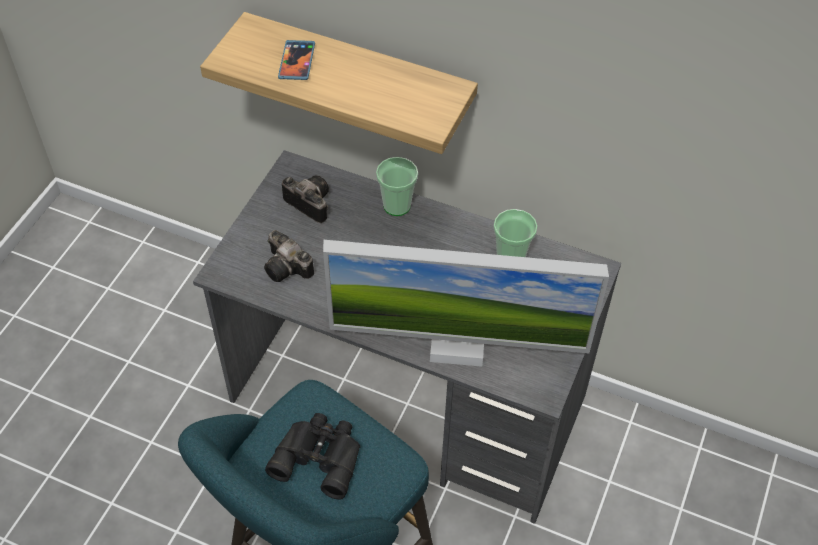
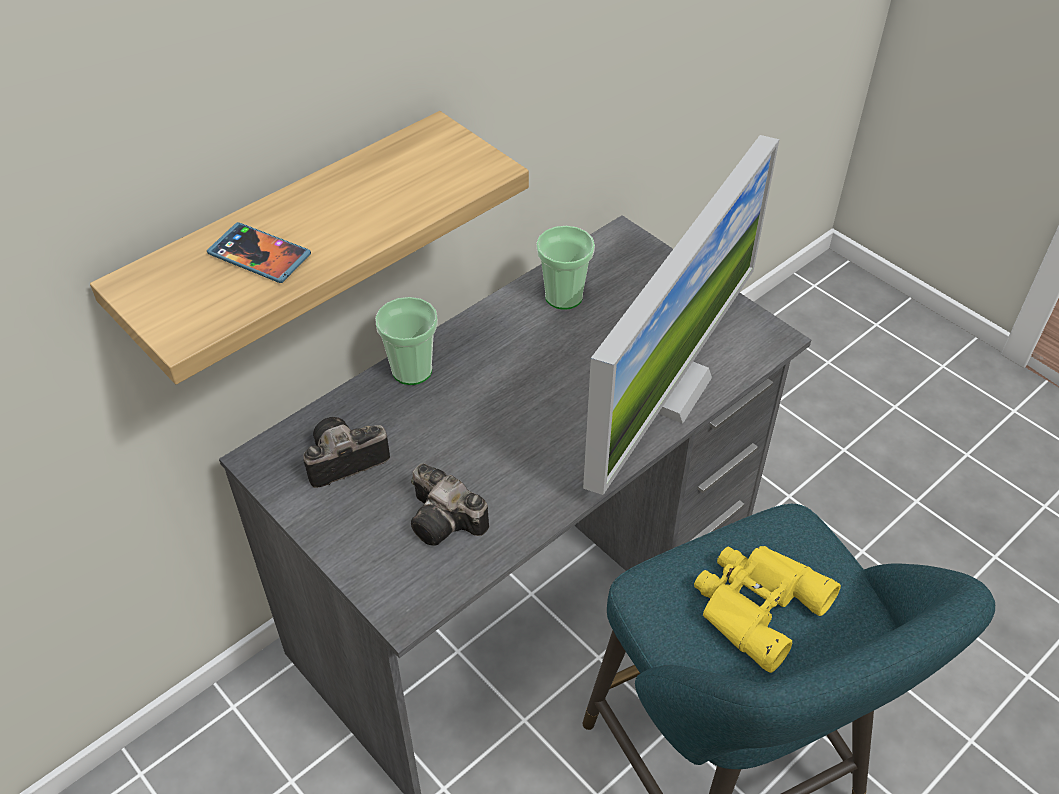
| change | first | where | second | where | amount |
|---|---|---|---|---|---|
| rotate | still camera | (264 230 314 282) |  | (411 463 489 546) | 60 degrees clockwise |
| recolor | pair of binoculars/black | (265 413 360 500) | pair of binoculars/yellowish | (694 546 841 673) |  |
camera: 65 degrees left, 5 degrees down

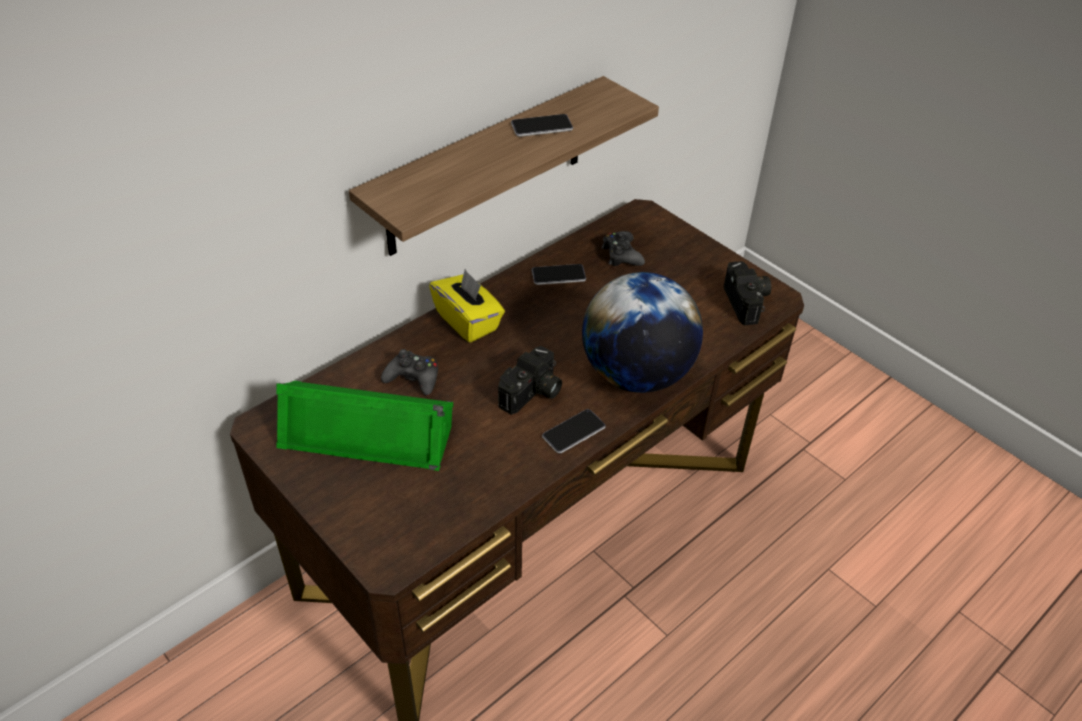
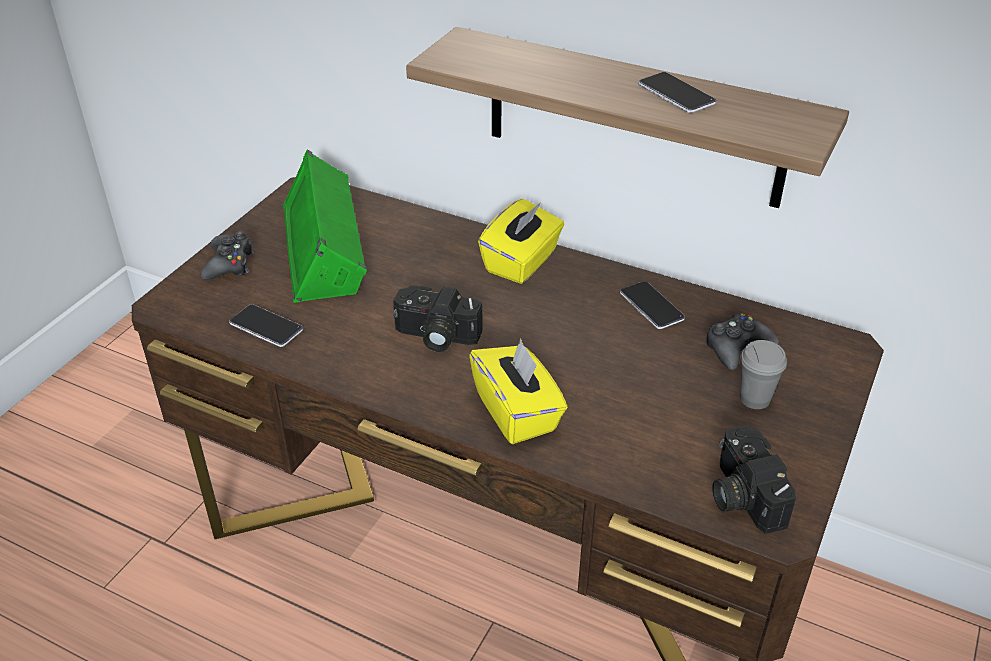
| change | first | where | second | where | amount |
|---|---|---|---|---|---|
| move | joypad/black | (381 349 438 395) |  | (201 231 255 280) |  |
| move | telephone | (542 409 606 454) |  | (229 304 303 347) |  |
| replace | globe | (582 272 703 393) | tissue box/yellowish | (469 338 567 444) |  |
| rotate | still camera | (724 261 771 325) |  | (712 425 796 534) | 105 degrees clockwise |
| insert |  |  | drinking cup/grey | (740 340 787 409) |  |
camera: 70 degrees right, 5 degrees down

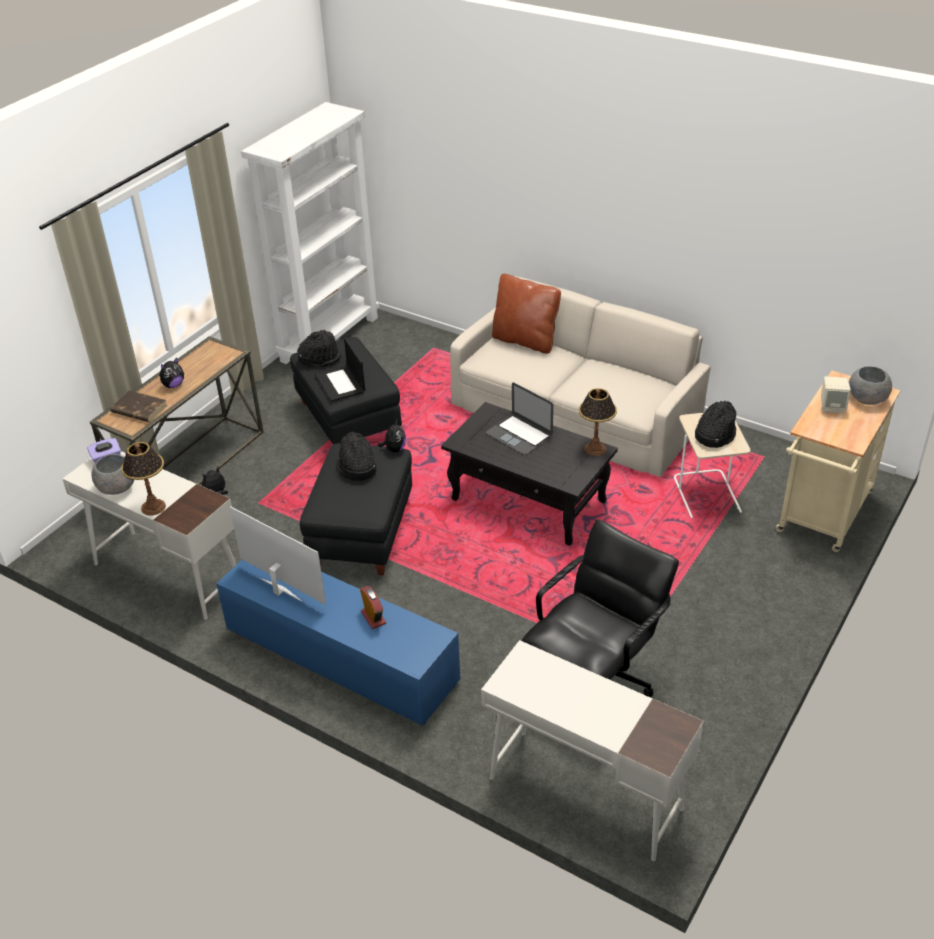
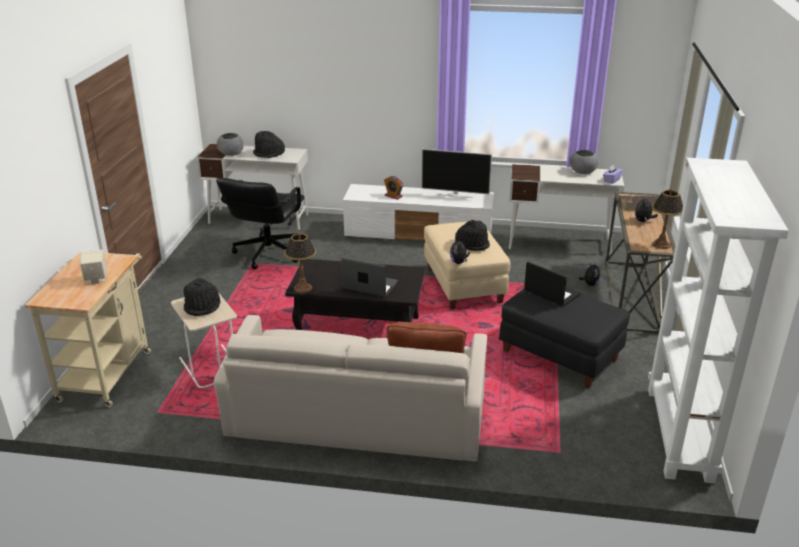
| change | first | where | second | where | amount |
|---|---|---|---|---|---|
| move | bowl/grey | (849 366 892 405) |  | (217 133 244 156) |  |
| move | clothing hat/black | (297 330 341 367) |  | (253 131 285 158) |  |
| recolor | tv unit/blue | (216 560 460 726) | tv unit/whitish | (343 184 494 241) |  |
| recolor | pouffe/black | (300 443 412 575) | pouffe/beige | (424 222 511 309) |  |
| move | lamp for a table | (121 442 166 516) |  | (652 188 683 249) |  |
camera: 155 degrees right, 10 degrees down

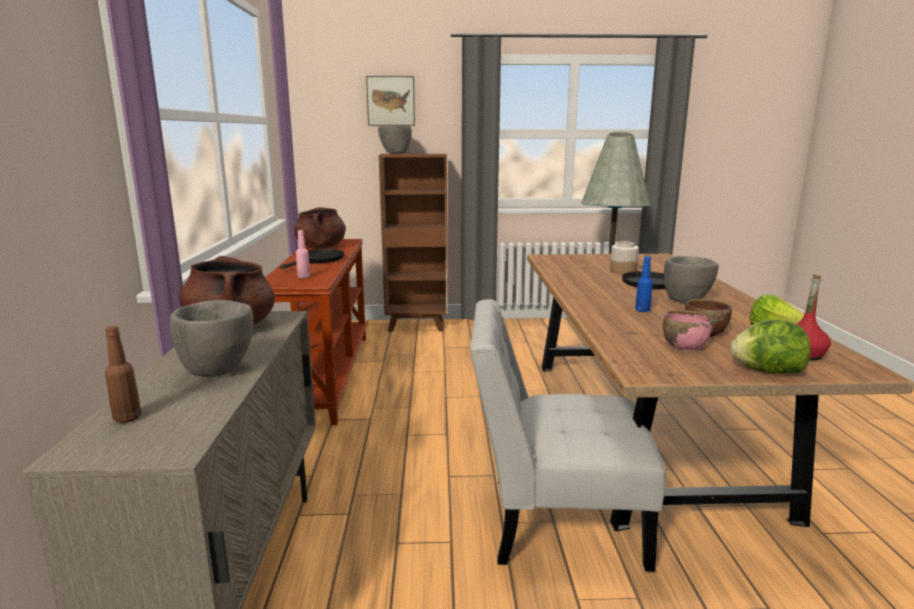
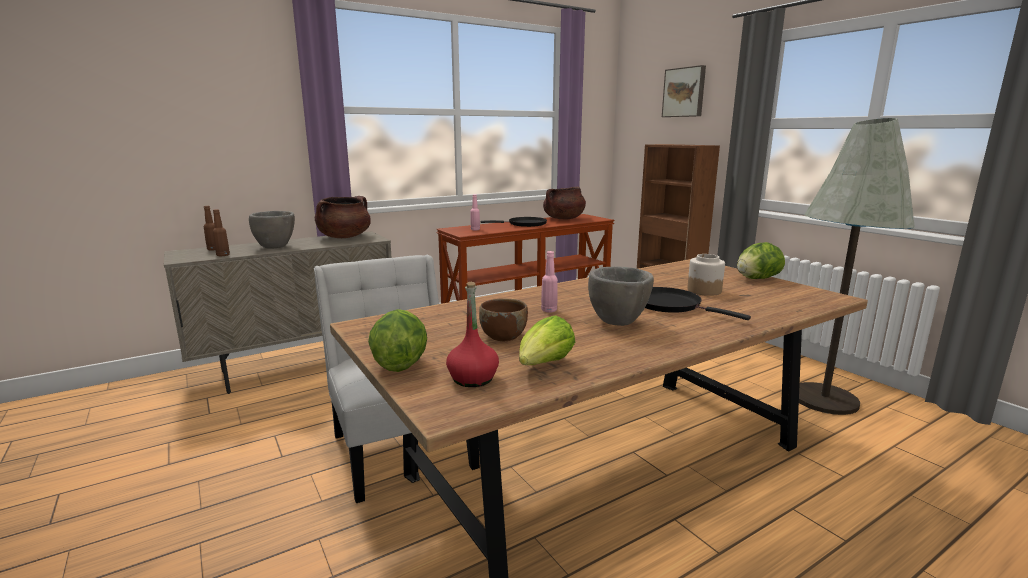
| change | first | where | second | where | amount |
|---|---|---|---|---|---|
| insert |  |  | bottle/brown-coloured | (213 209 230 256) |  |
| recolor | bottle/blue | (635 256 653 312) | bottle/pink | (541 251 558 313) |  |
| insert |  |  | head of lettuce | (737 242 785 279) |  |
| delete | bowl/grey | (378 126 412 154) |  |  |  |
| delete | bowl/pink | (662 310 713 351) |  |  |  |
camera: 60 degrees right, 0 degrees up

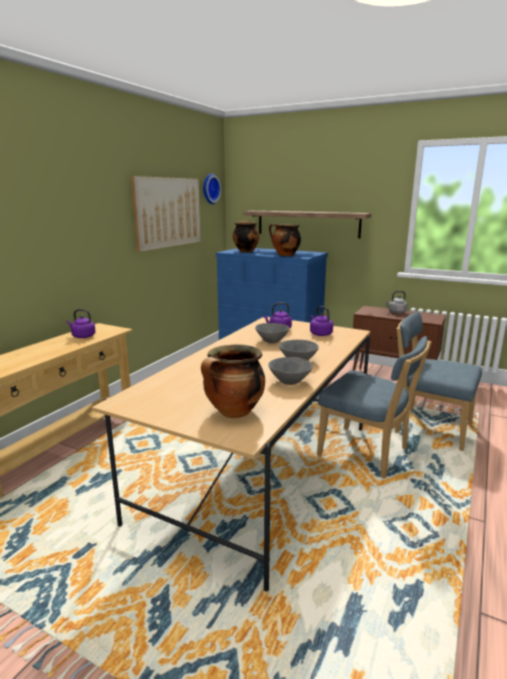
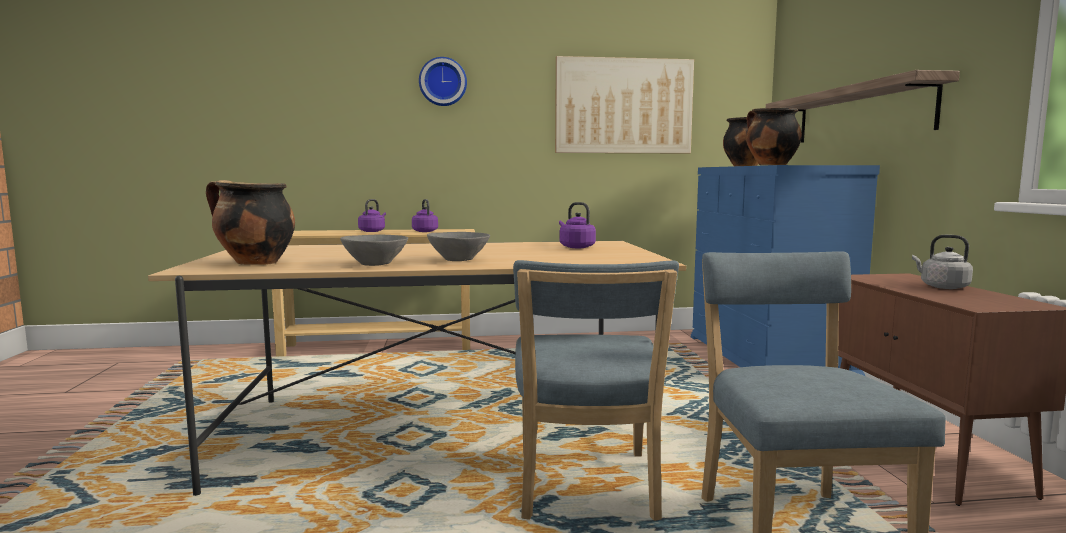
| change | first | where | second | where | amount |
|---|---|---|---|---|---|
| move | kettle/purplish | (310 306 333 336) |  | (358 199 386 232) |  |
| move | wall clock | (203 174 221 204) |  | (419 57 467 106) |  |
| delete | bowl/grey | (255 323 290 343) |  |  |  |
camera: 55 degrees right, 10 degrees down

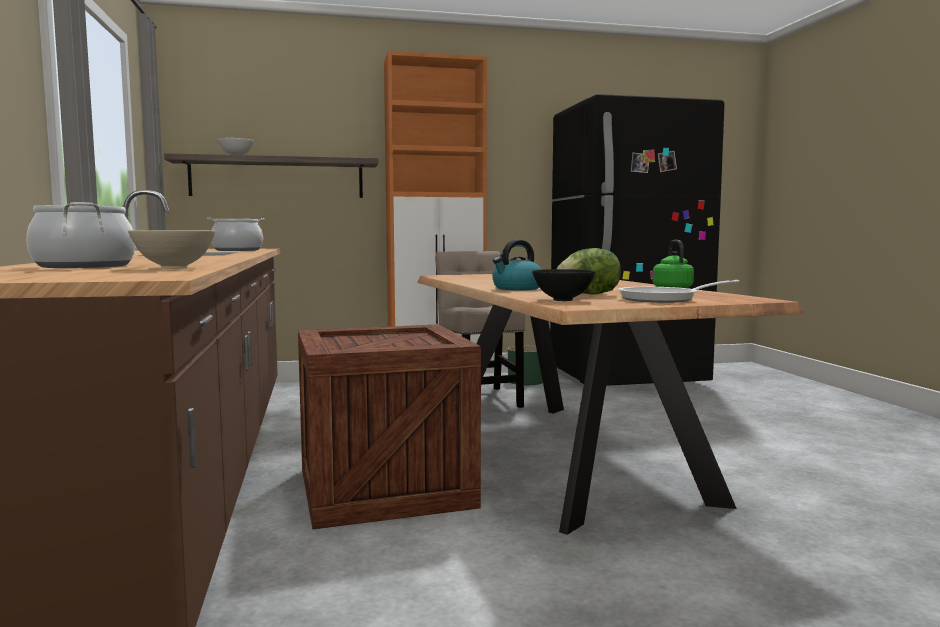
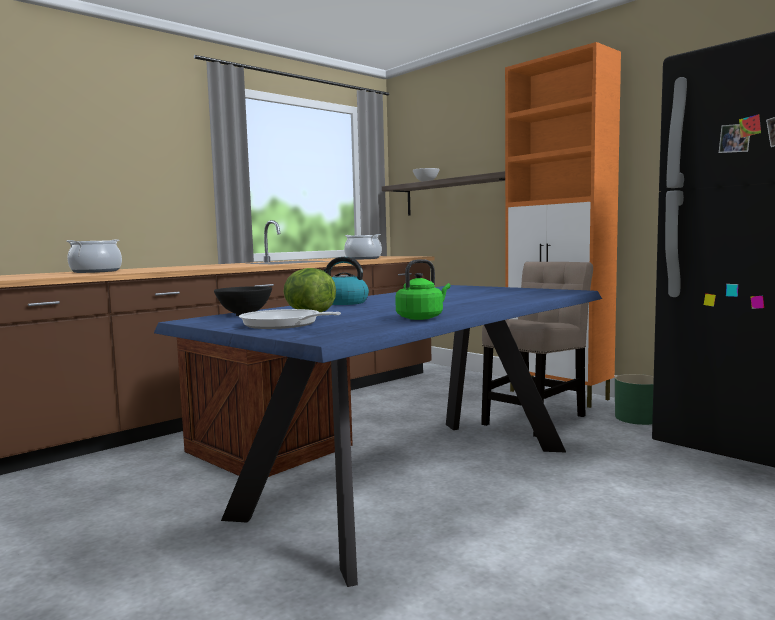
| change | first | where | second | where | amount |
|---|---|---|---|---|---|
| recolor | dining table/brown-coloured | (417 274 805 535) | dining table/blue | (154 285 602 587) |  |
| delete | bowl/beige | (128 230 215 269) |  |  |  |
camera: 60 degrees right, 0 degrees up

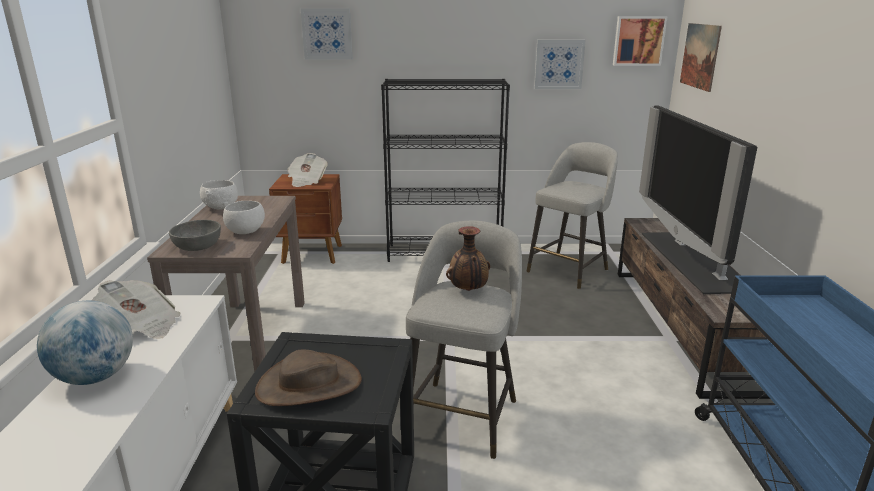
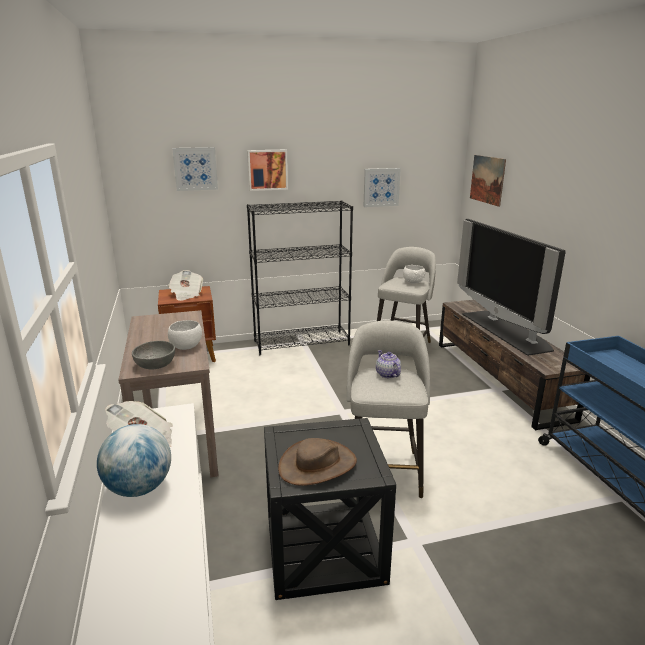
| change | first | where | second | where | amount |
|---|---|---|---|---|---|
| move | picture | (613 16 668 66) |  | (247 150 288 191) |  |
| replace | flower vase | (446 226 490 291) | pot for tea | (376 350 401 378) |  |
| move | bowl/whitish | (200 180 238 210) |  | (403 265 426 284) |  |
camera: 15 degrees left, 0 degrees up

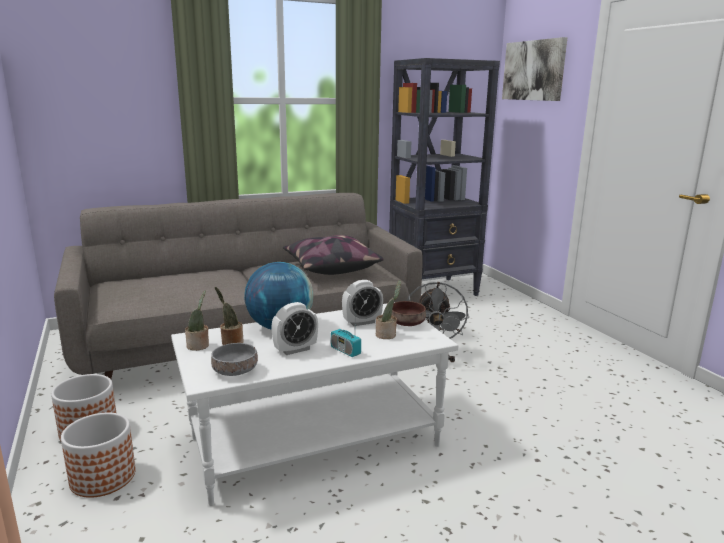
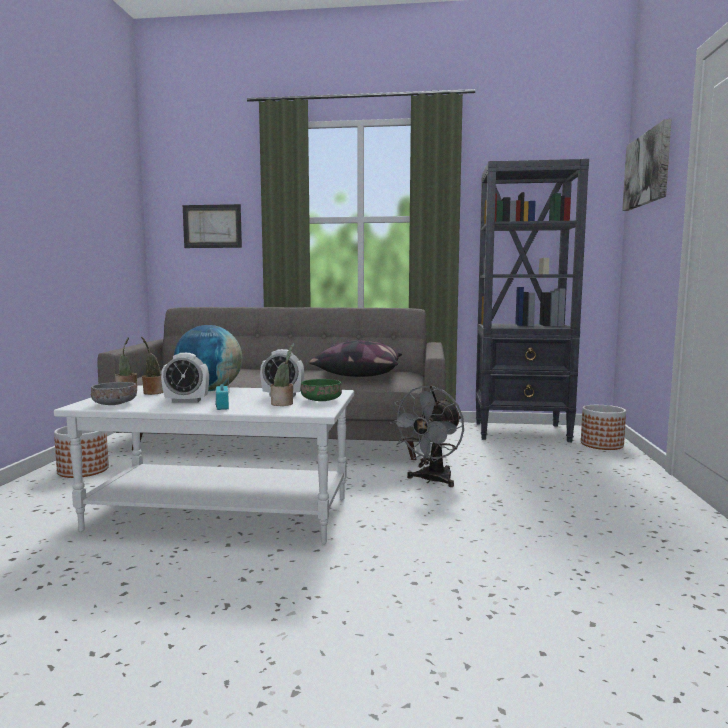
| change | first | where | second | where | amount |
|---|---|---|---|---|---|
| insert |  |  | picture | (183 204 242 248) |  |
| recolor | bowl/brown-coloured | (392 301 426 326) | bowl/greenish | (301 379 342 401) |  |
| move | flower pot | (61 413 136 498) |  | (581 405 626 450) |  |
camera: 30 degrees right, 10 degrees down

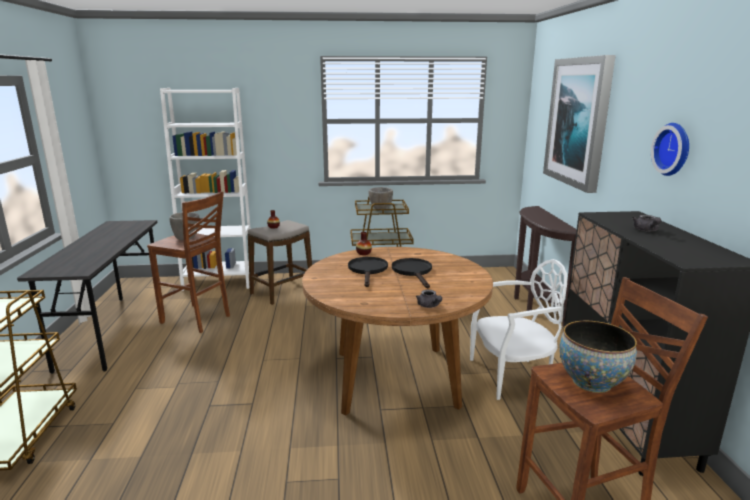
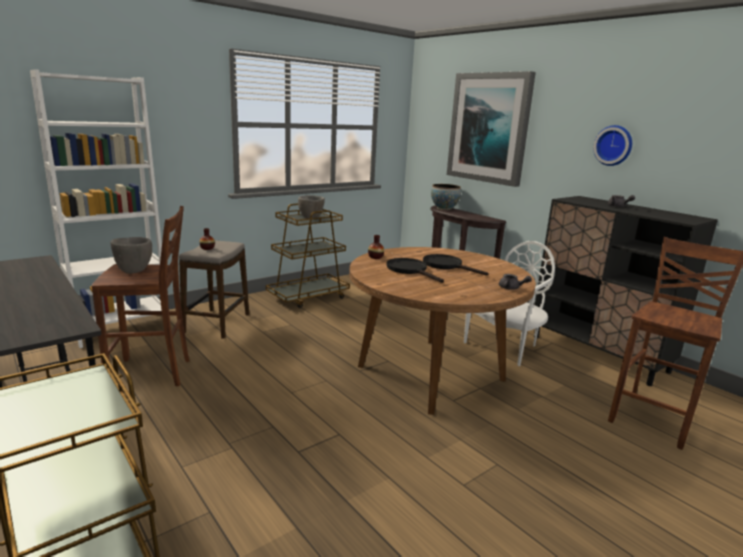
| change | first | where | second | where | amount |
|---|---|---|---|---|---|
| move | bowl | (560 321 637 393) |  | (431 184 461 210) |  |
camera: 35 degrees left, 0 degrees up

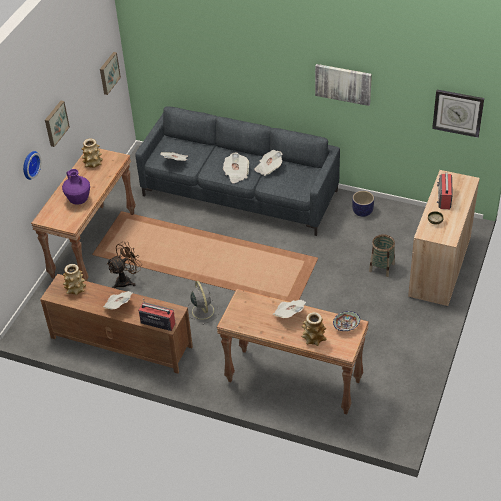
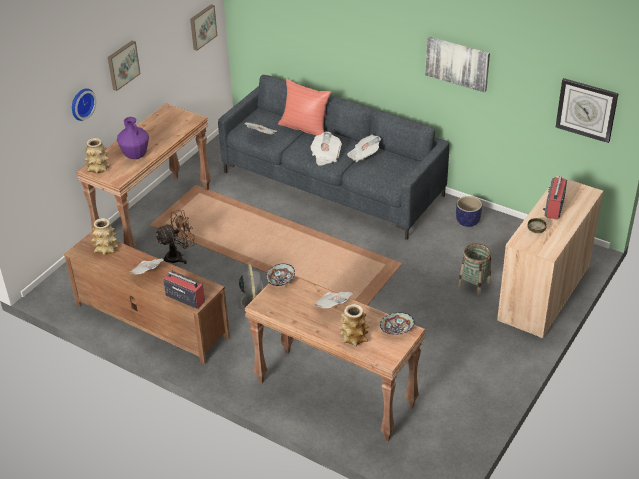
| change | first | where | second | where | amount |
|---|---|---|---|---|---|
| move | flower vase | (82 139 103 168) |  | (84 138 111 173) |  |
| insert |  |  | bowl | (266 263 295 286) |  |
| insert |  |  | throw pillow/reddish | (278 79 332 136) |  |
camera: 10 degrees right, 5 degrees down

